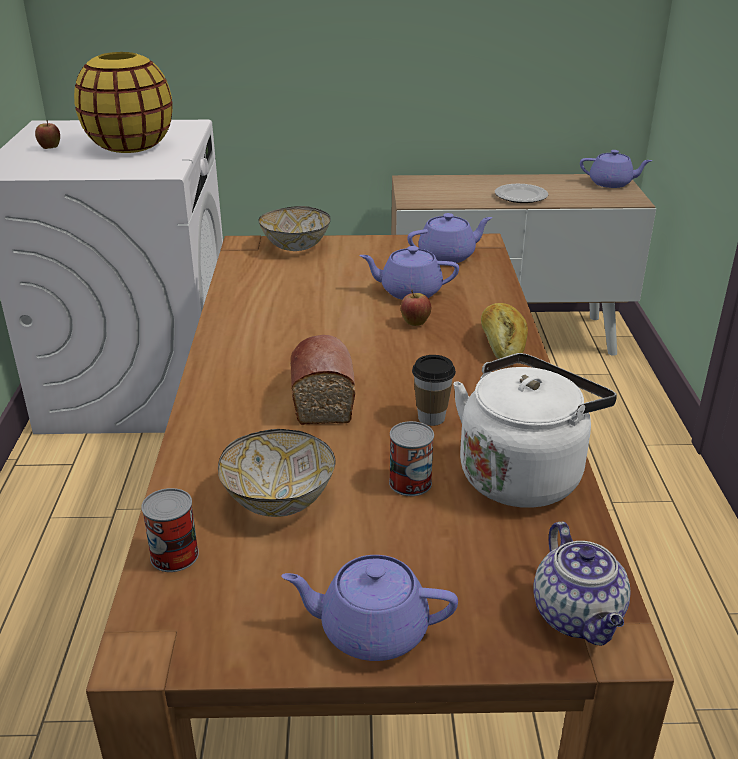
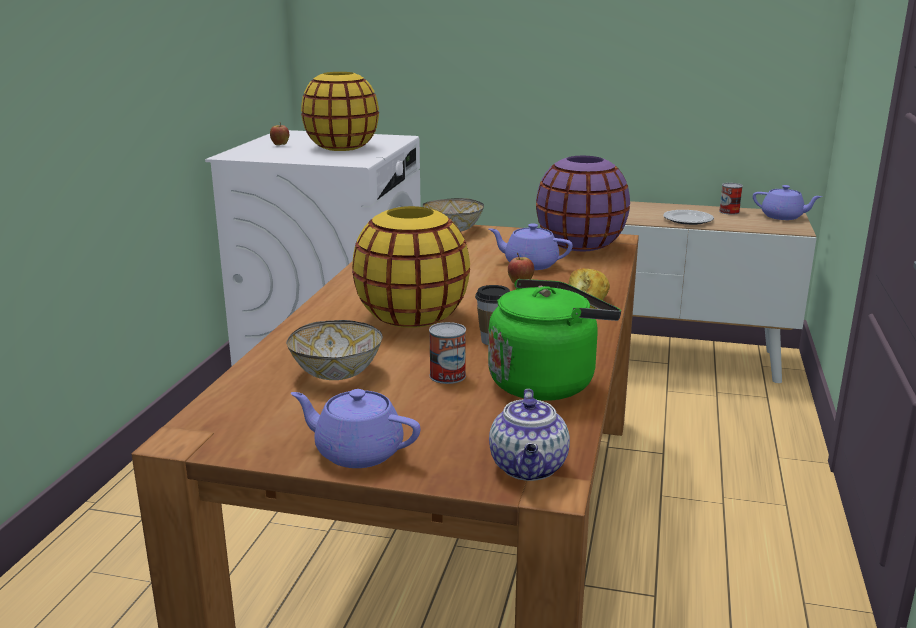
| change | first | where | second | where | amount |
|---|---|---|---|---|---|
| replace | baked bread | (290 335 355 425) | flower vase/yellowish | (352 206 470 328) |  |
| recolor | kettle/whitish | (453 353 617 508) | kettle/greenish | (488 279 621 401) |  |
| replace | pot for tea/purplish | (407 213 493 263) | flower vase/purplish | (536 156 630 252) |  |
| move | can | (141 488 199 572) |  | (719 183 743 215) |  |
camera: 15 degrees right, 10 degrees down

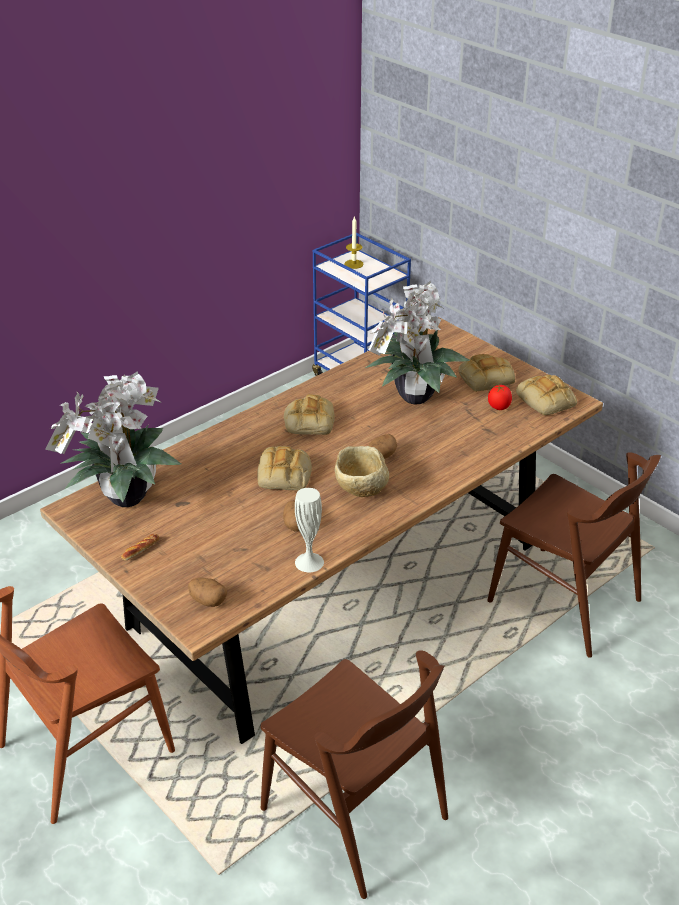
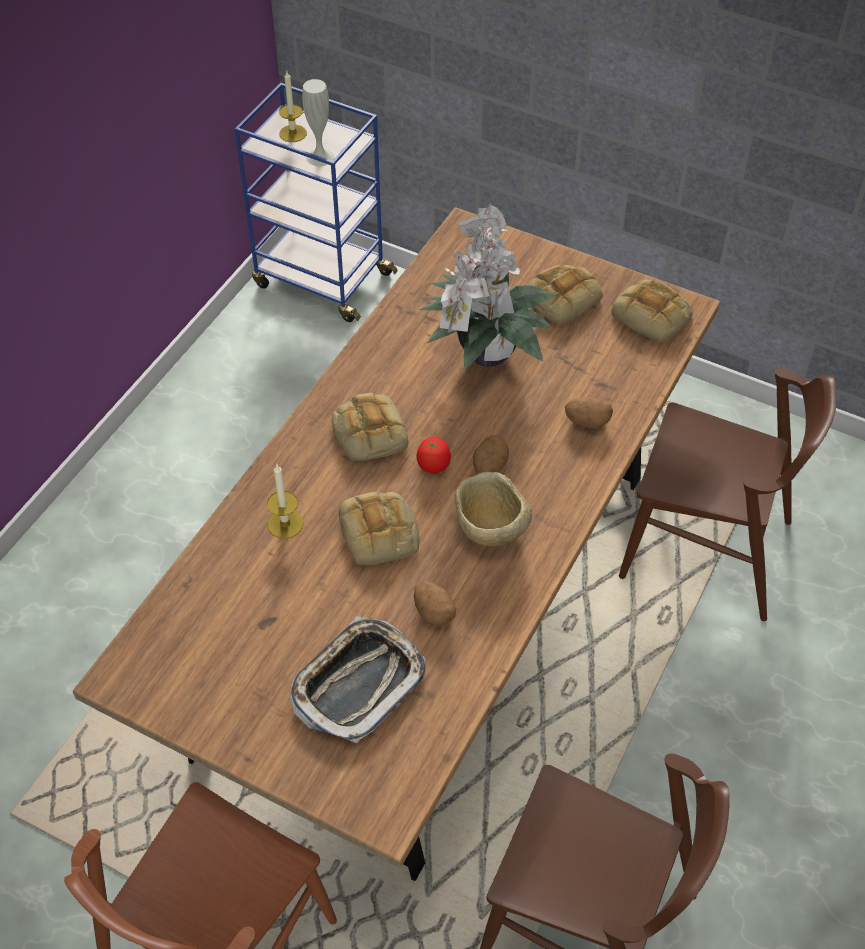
| change | first | where | second | where | amount |
|---|---|---|---|---|---|
| insert |  |  | wax light | (267 465 304 539) |  |
| insert |  |  | serving tray | (290 616 426 743) |  |
| move | flower vase/whitish | (295 488 324 572) |  | (302 79 335 166) |  |
| move | fresh tomato | (488 385 512 410) |  | (416 437 451 473) |  |
| move | whole potato | (188 578 227 607) |  | (565 397 613 428) |  |
| delete | potted plant | (45 371 181 507) |  |  |  |
| delete | baked bread | (121 534 159 561) |  |  |  |
camera: 20 degrees left, 15 degrees up

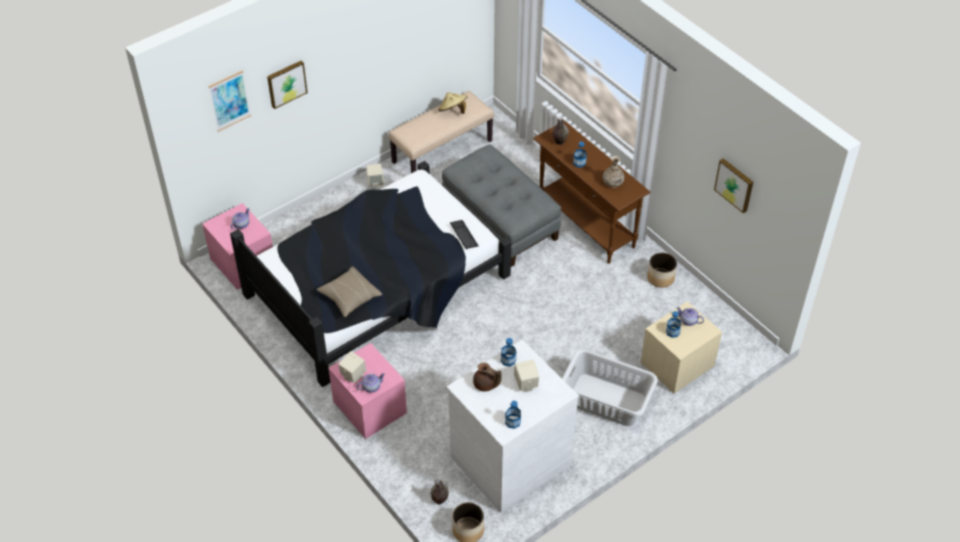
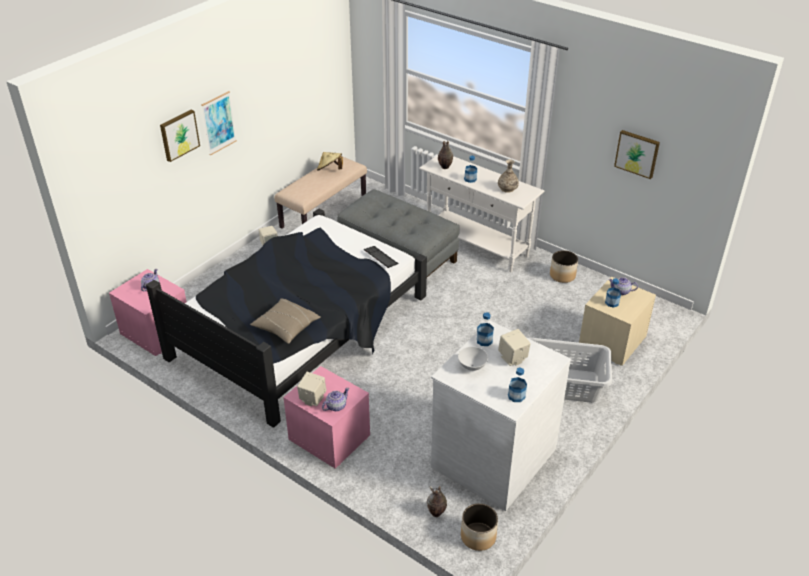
| change | first | where | second | where | amount |
|---|---|---|---|---|---|
| move | picture | (208 70 251 132) |  | (201 91 237 156) |  |
| recolor | console table/brown-coloured | (533 121 651 264) | console table/whitish | (419 155 544 273) |  |
| replace | pot for tea/brown-coloured | (473 363 502 391) | bowl/whitish | (458 347 488 371) |  |
camera: 15 degrees left, 10 degrees down

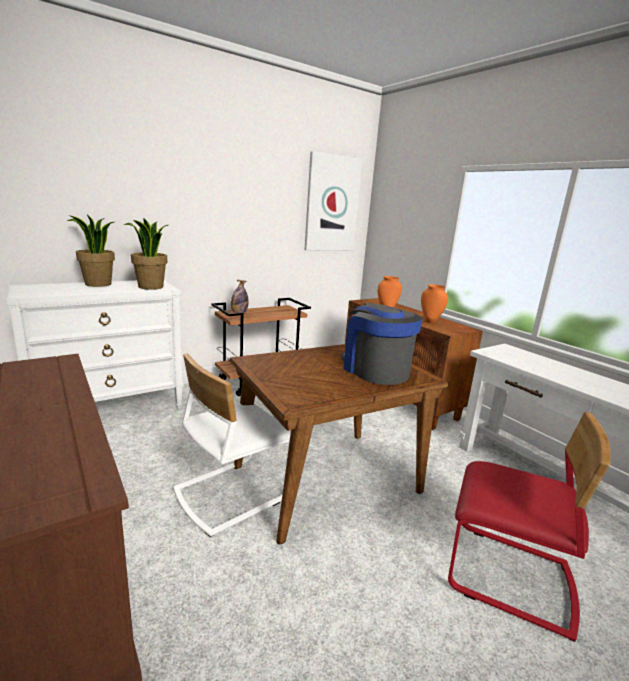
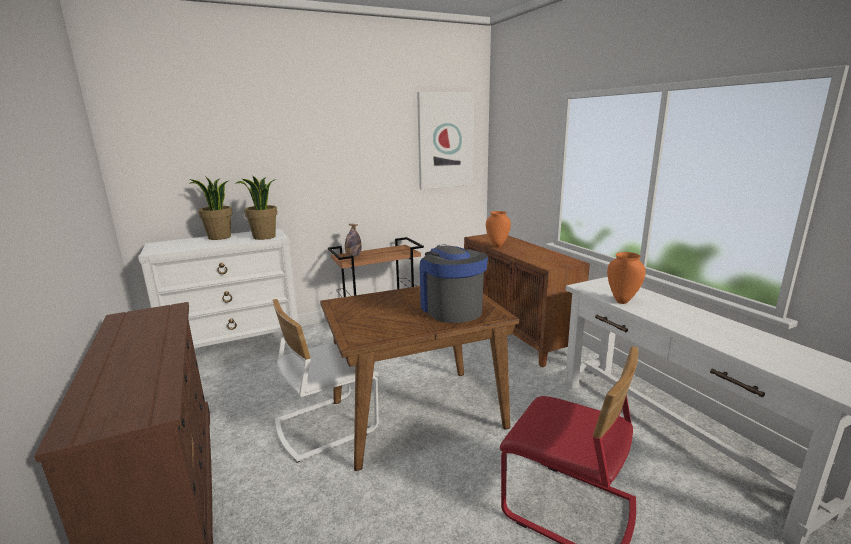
| change | first | where | second | where | amount |
|---|---|---|---|---|---|
| move | flower vase/orangey | (421 284 448 323) |  | (607 252 646 304) |  |
camera: 10 degrees right, 0 degrees up

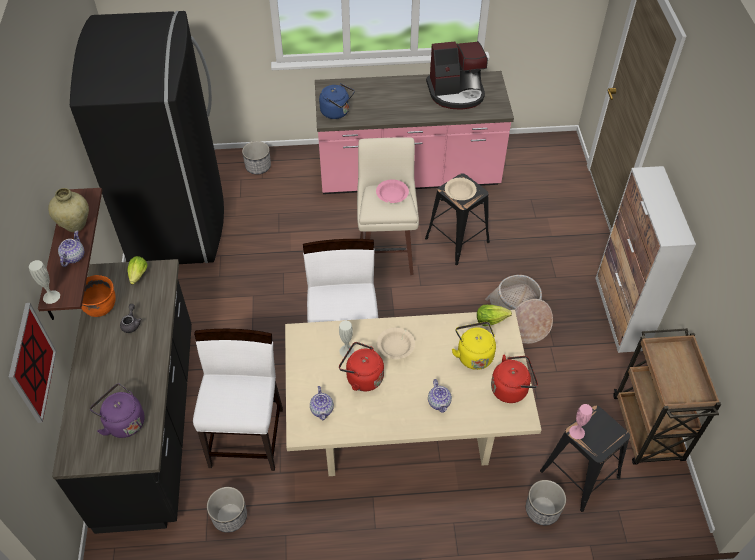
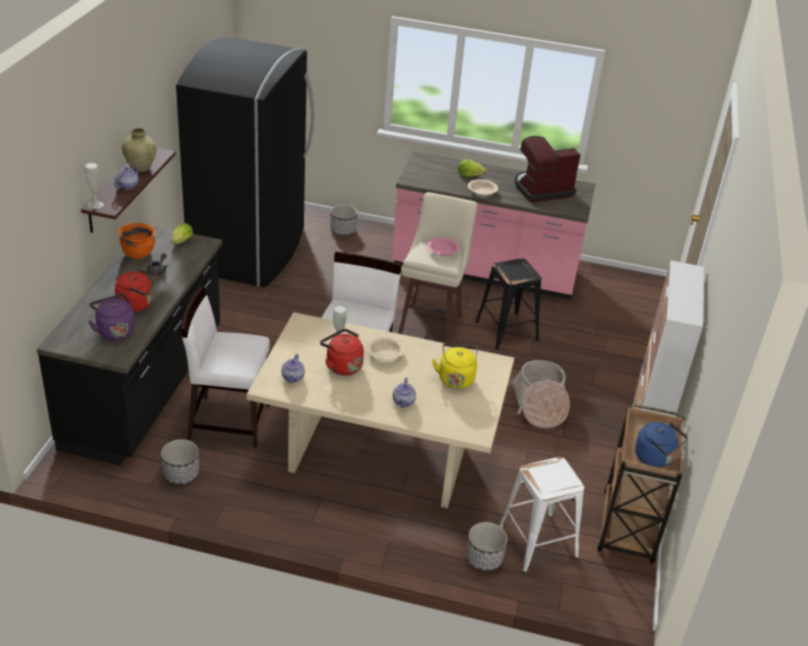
| change | first | where | second | where | amount |
|---|---|---|---|---|---|
| move | kettle/reddish | (491 354 538 403) |  | (115 269 157 312) |  |
| rotate | plain chair/whitish | (193 329 283 471) |  | (180 286 270 448) | 105 degrees counterclockwise |
| move | head of lettuce | (477 305 512 326) |  | (458 159 487 176) |  |
| move | bowl/beige | (445 178 477 200) |  | (468 179 498 196) |  |
| recolor | stool/black | (540 406 630 512) | stool/whitish | (499 457 584 573) |  |
| rotate | coffee maker | (426 41 488 110) |  | (515 136 581 202) | 150 degrees clockwise |
| move | kettle/blue | (319 83 355 119) |  | (635 422 688 467) |  |
| delete | picture | (9 303 56 423) |  |  |  |
| delete | flower vase/pink | (569 404 592 439) |  |  |  |
camera: 15 degrees right, 15 degrees down

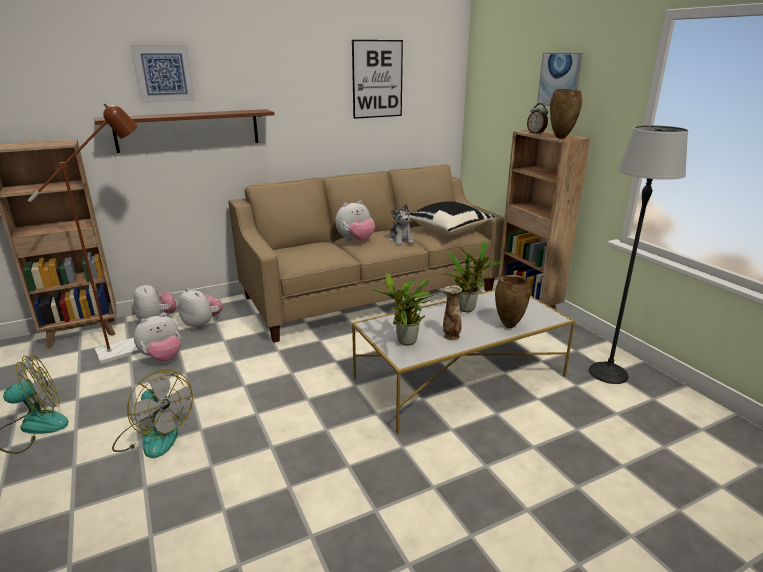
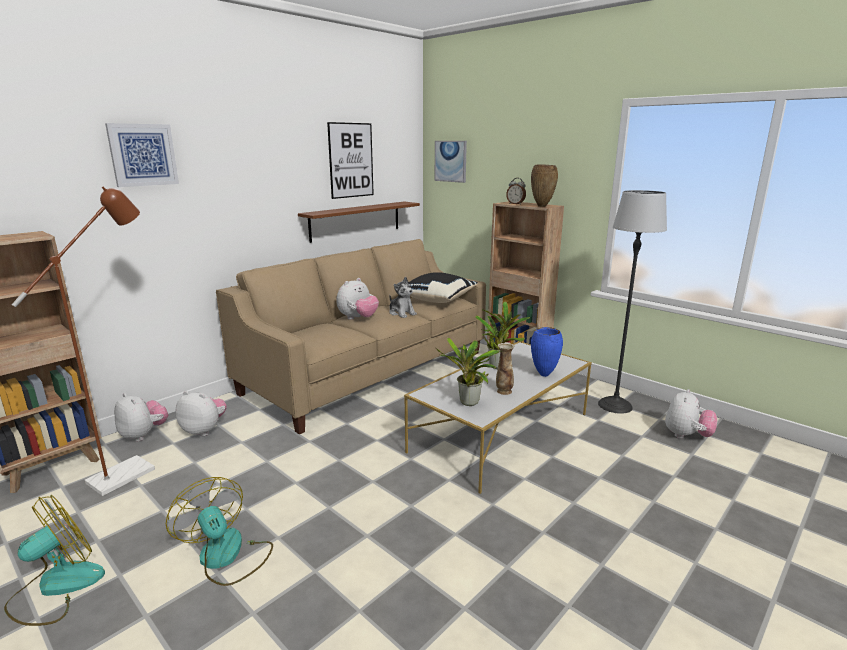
| change | first | where | second | where | amount |
|---|---|---|---|---|---|
| rotate | cooling fan | (112 370 193 458) |  | (166 477 273 586) | 150 degrees counterclockwise |
| move | bracket shelf/brown-coloured | (95 109 274 153) |  | (298 202 420 243) |  |
| move | picture | (537 53 583 106) |  | (435 141 467 183) |  |
| recolor | flower vase/brown-coloured | (495 275 531 328) | flower vase/blue | (531 327 563 377) |  |
| move | soft toy | (134 313 181 361) |  | (665 389 717 438) |  |
camera: 20 degrees left, 5 degrees down

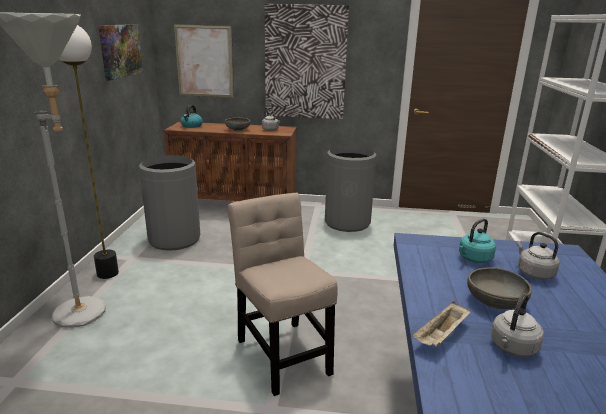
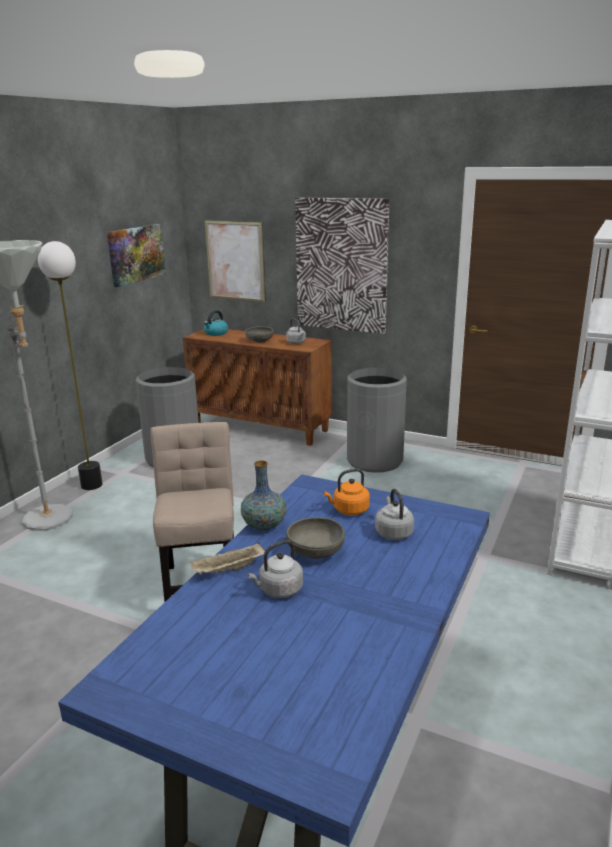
| change | first | where | second | where | amount |
|---|---|---|---|---|---|
| insert |  |  | flower vase | (241 461 286 530) |  |
| recolor | kettle/turquoise-coloured | (459 218 496 263) | kettle/orangey | (323 469 370 515) |  |
camera: 20 degrees right, 0 degrees up

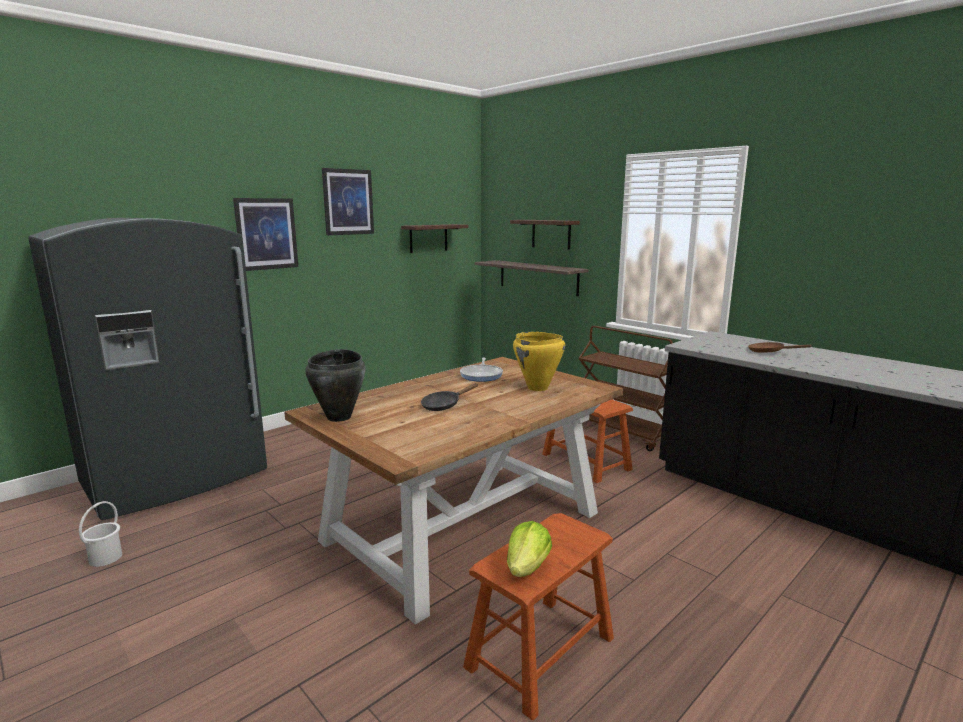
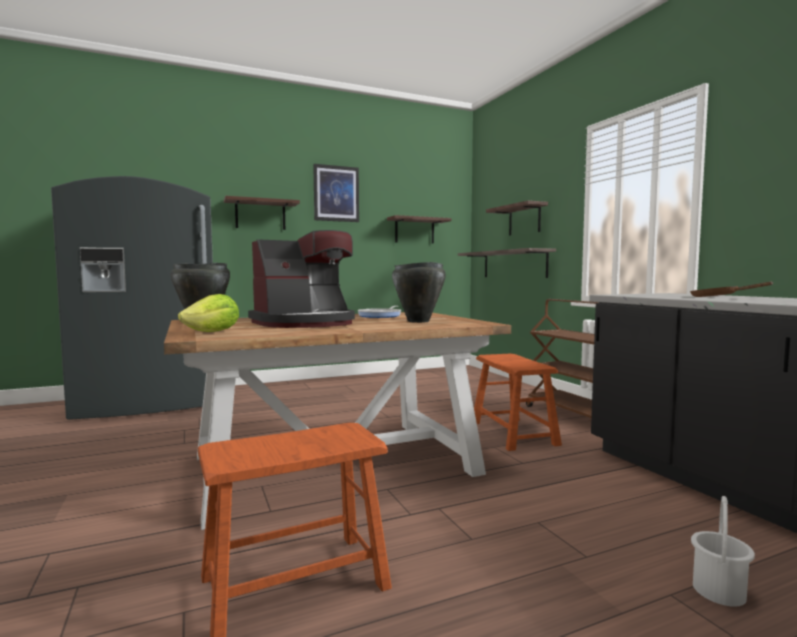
| change | first | where | second | where | amount |
|---|---|---|---|---|---|
| move | head of lettuce | (507 521 552 577) |  | (178 294 239 332) |  |
| replace | picture | (233 198 298 271) | bracket shelf | (224 196 300 230) |  |
| replace | pan/black | (421 383 478 411) | coffee maker | (248 230 355 328) |  |
| recolor | stockpot/yellowish | (513 332 565 391) | stockpot/black | (392 262 446 323) |  |
| move | bucket/whitish | (79 501 122 567) |  | (691 496 755 607) |  |
camera: 20 degrees right, 10 degrees down

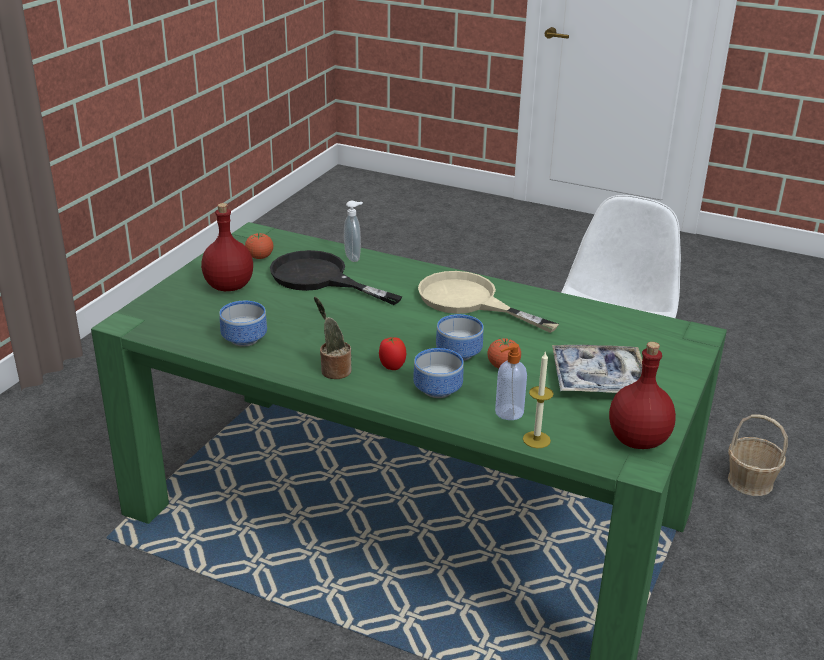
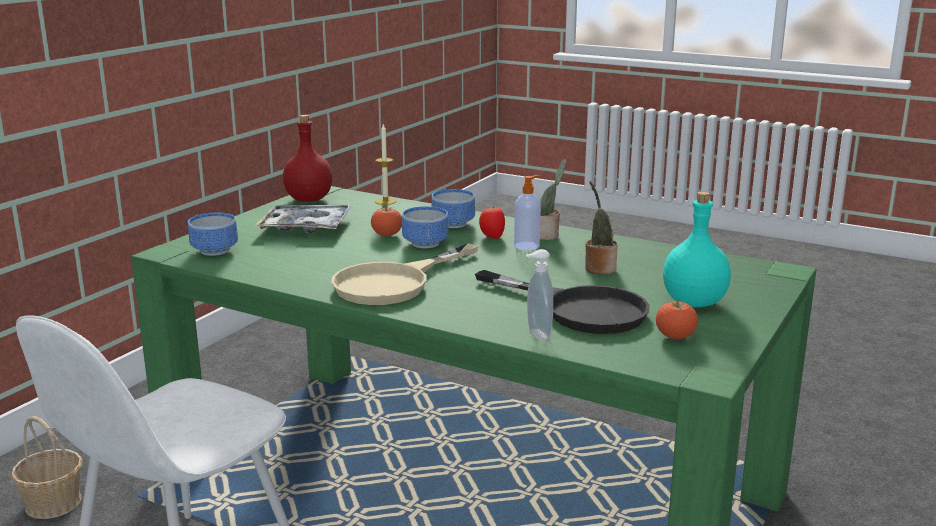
| change | first | where | second | where | amount |
|---|---|---|---|---|---|
| move | bowl | (219 301 267 347) |  | (188 213 238 256) |  |
| rotate | pan/beige | (418 271 559 333) |  | (331 243 478 305) | 90 degrees clockwise |
| move | soap dispenser | (495 343 527 420) |  | (514 175 542 250) |  |
| insert |  |  | potted plant | (585 181 618 274) |  |
| recolor | bottle/reddish | (201 203 253 291) | bottle/turquoise-coloured | (663 192 731 307) |  |
camera: 175 degrees left, 10 degrees down

